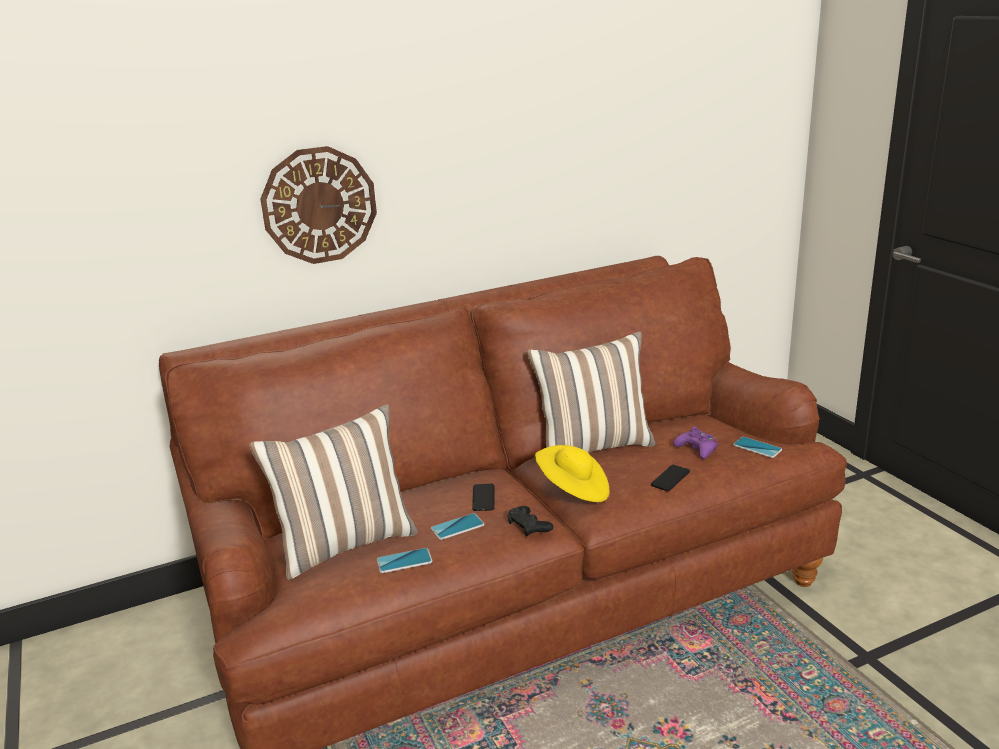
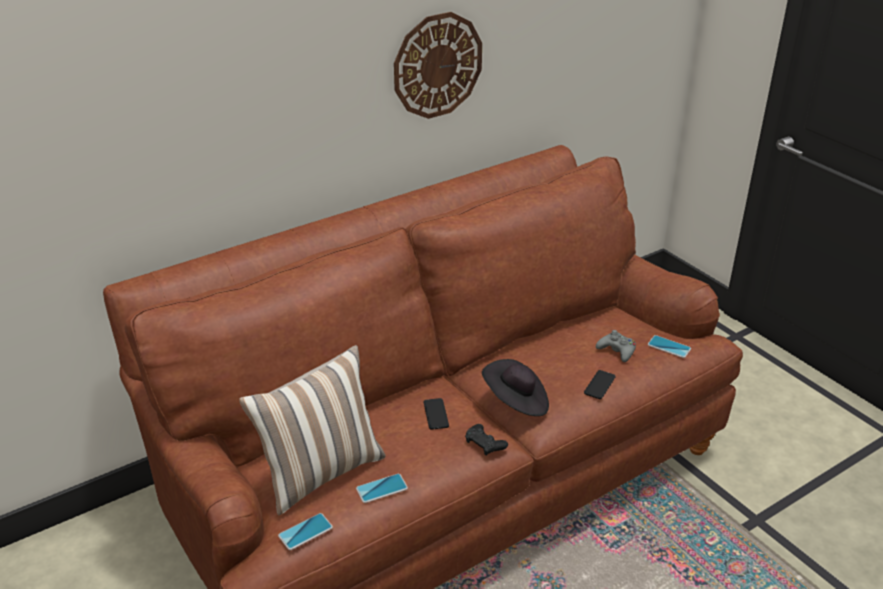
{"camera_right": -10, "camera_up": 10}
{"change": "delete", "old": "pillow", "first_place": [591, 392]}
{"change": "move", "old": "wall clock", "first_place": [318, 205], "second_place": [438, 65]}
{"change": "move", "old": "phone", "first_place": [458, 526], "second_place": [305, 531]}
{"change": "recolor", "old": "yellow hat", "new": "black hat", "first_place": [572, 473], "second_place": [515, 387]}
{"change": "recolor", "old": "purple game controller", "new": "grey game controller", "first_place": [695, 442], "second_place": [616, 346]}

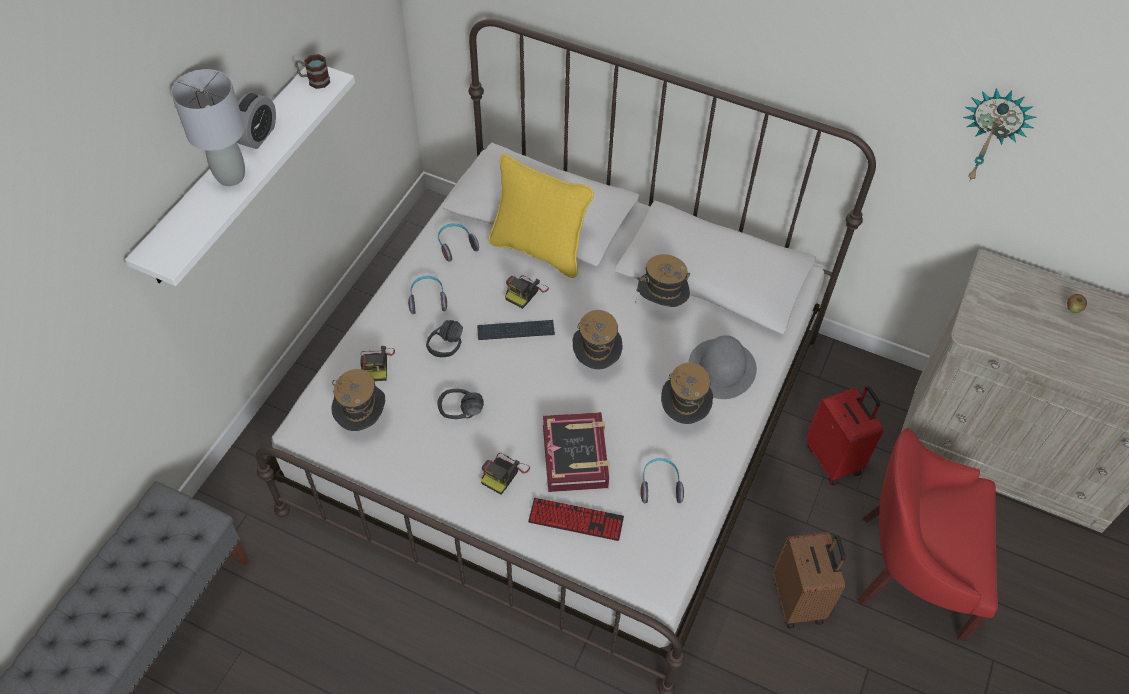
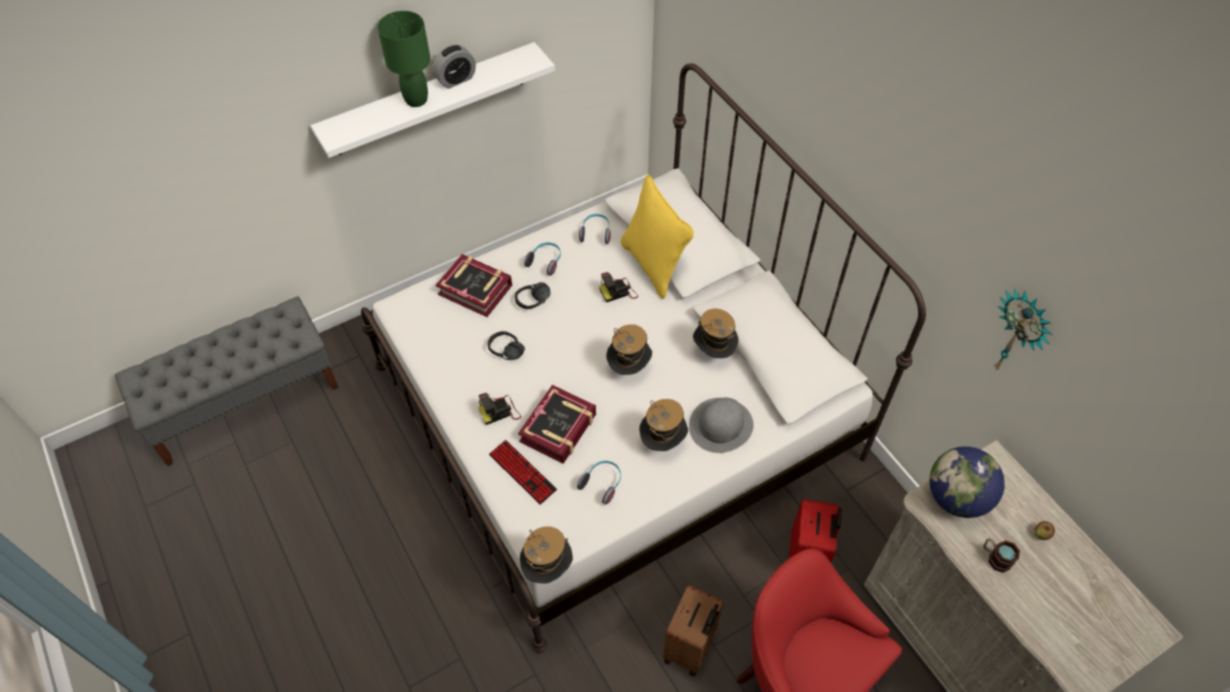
{"camera_right": 35, "camera_up": 0}
{"change": "delete", "old": "keyboard", "first_place": [516, 330]}
{"change": "insert", "new": "globe", "second_place": [967, 482]}
{"change": "move", "old": "mug", "first_place": [312, 71], "second_place": [1001, 555]}
{"change": "move", "old": "hat", "first_place": [358, 400], "second_place": [546, 555]}
{"change": "replace", "old": "photo camera", "new": "book", "first_place": [377, 363], "second_place": [474, 285]}
{"change": "recolor", "old": "grey table lamp", "new": "green table lamp", "first_place": [208, 127], "second_place": [404, 59]}

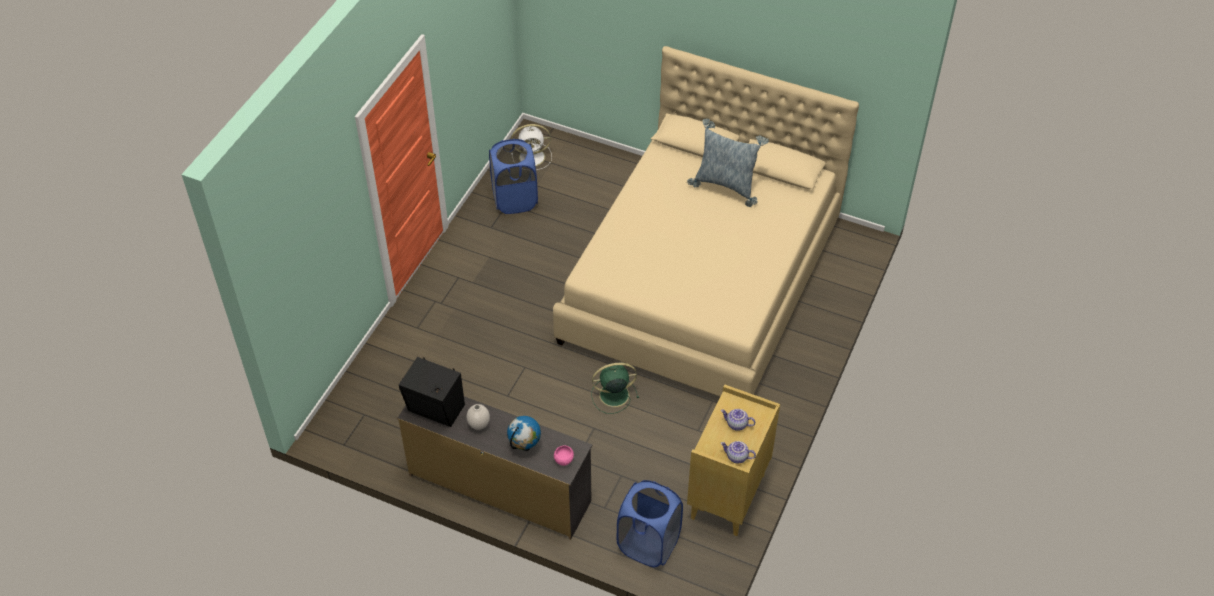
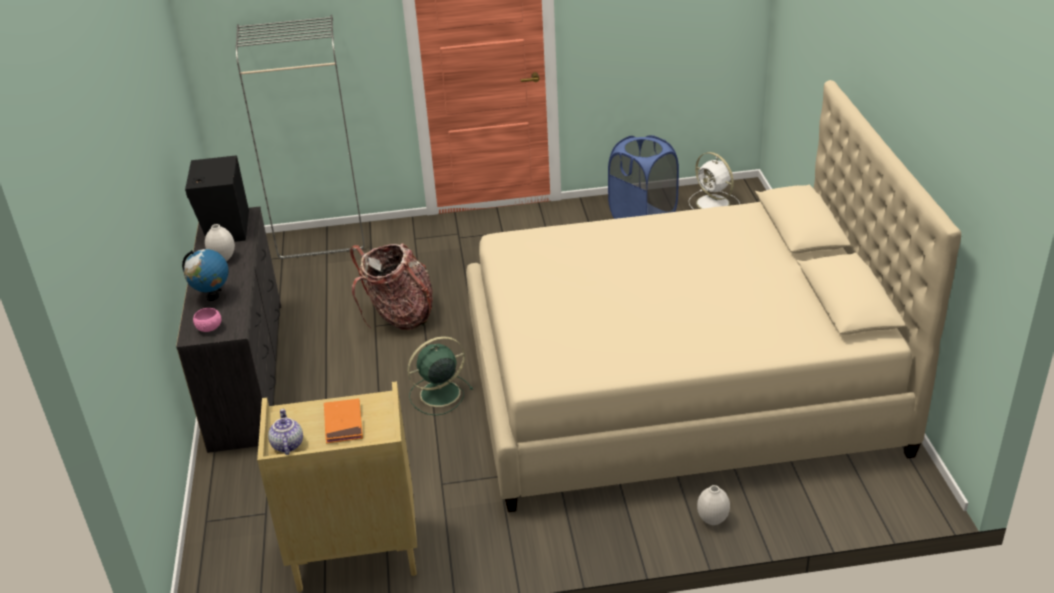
{"camera_right": 60, "camera_up": -15}
{"change": "delete", "old": "blue laundry basket", "first_place": [650, 523]}
{"change": "delete", "old": "pillow", "first_place": [728, 162]}
{"change": "insert", "new": "grey clothes rack", "second_place": [300, 137]}
{"change": "insert", "new": "backpack", "second_place": [391, 286]}
{"change": "insert", "new": "white vase", "second_place": [713, 505]}
{"change": "replace", "old": "teapot", "new": "orange book", "first_place": [738, 420], "second_place": [343, 420]}
{"change": "rotate", "old": "green fan", "first_place": [615, 388], "second_place": [440, 375], "degrees": -75}

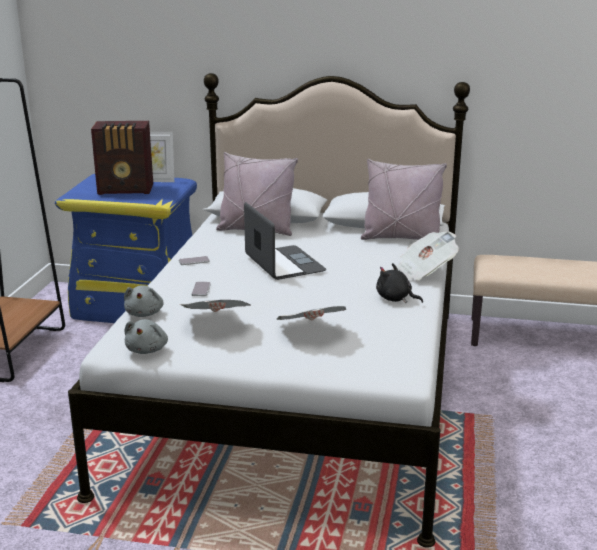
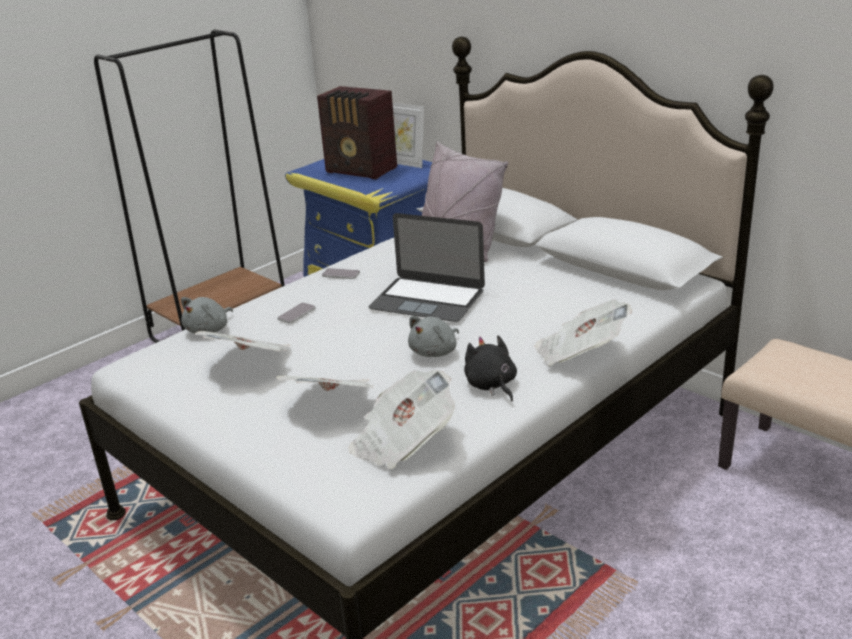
{"camera_right": 35, "camera_up": 5}
{"change": "delete", "old": "purple pillow", "first_place": [404, 199]}
{"change": "insert", "new": "newspaper", "second_place": [401, 419]}
{"change": "move", "old": "grey plush toy", "first_place": [146, 336], "second_place": [433, 336]}
{"change": "rotate", "old": "laptop", "first_place": [285, 241], "second_place": [427, 267], "degrees": 105}

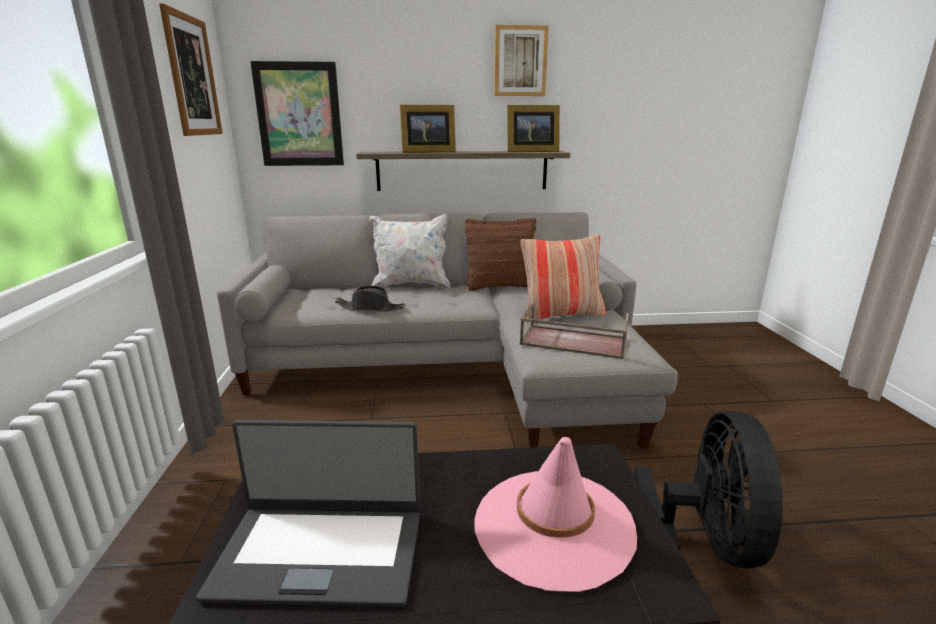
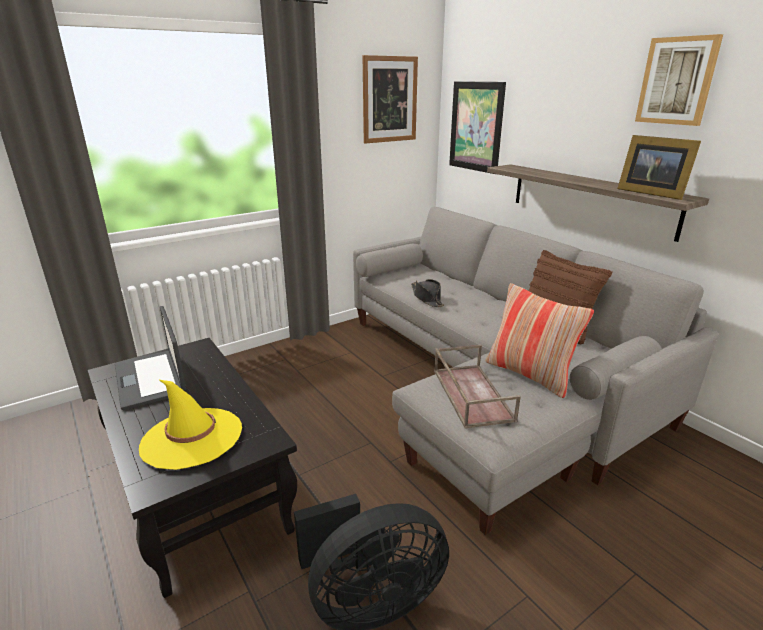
{"camera_right": 60, "camera_up": 5}
{"change": "delete", "old": "white pillow", "first_place": [409, 251]}
{"change": "delete", "old": "picture frame", "first_place": [428, 129]}
{"change": "recolor", "old": "pink hat", "new": "yellow hat", "first_place": [555, 514], "second_place": [190, 424]}

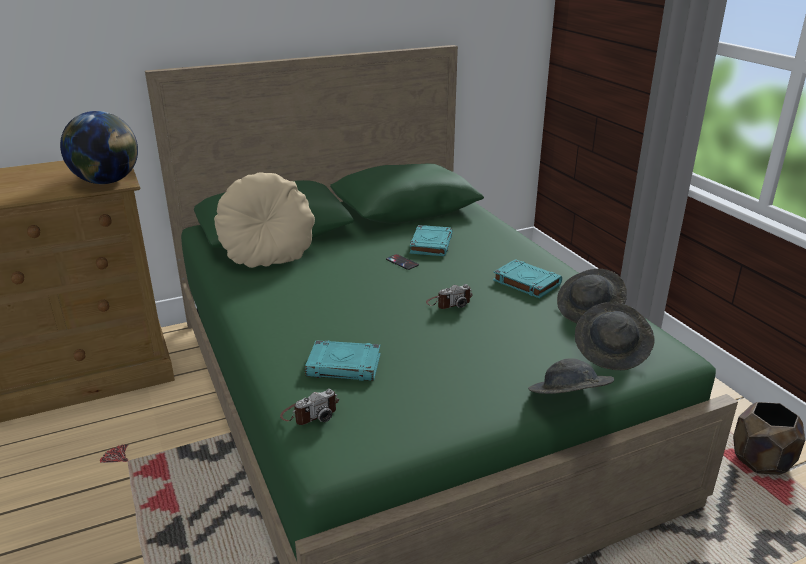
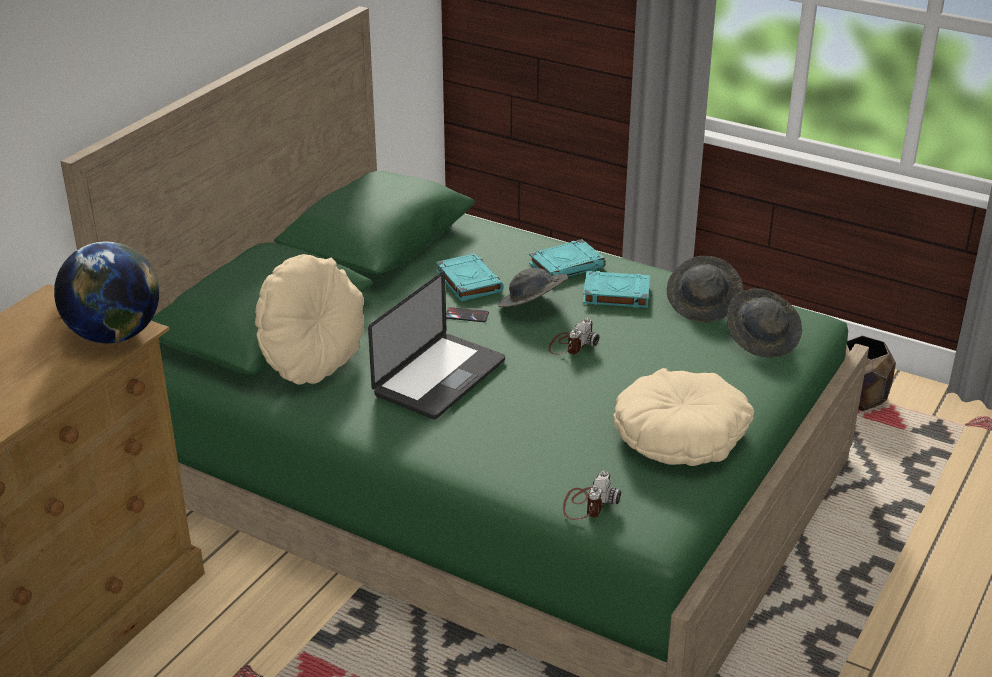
{"camera_right": -35, "camera_up": 5}
{"change": "insert", "new": "laptop", "second_place": [436, 345]}
{"change": "insert", "new": "beige pillow", "second_place": [683, 417]}
{"change": "move", "old": "turquoise book", "first_place": [343, 360], "second_place": [567, 258]}
{"change": "move", "old": "grey hat", "first_place": [571, 376], "second_place": [533, 288]}

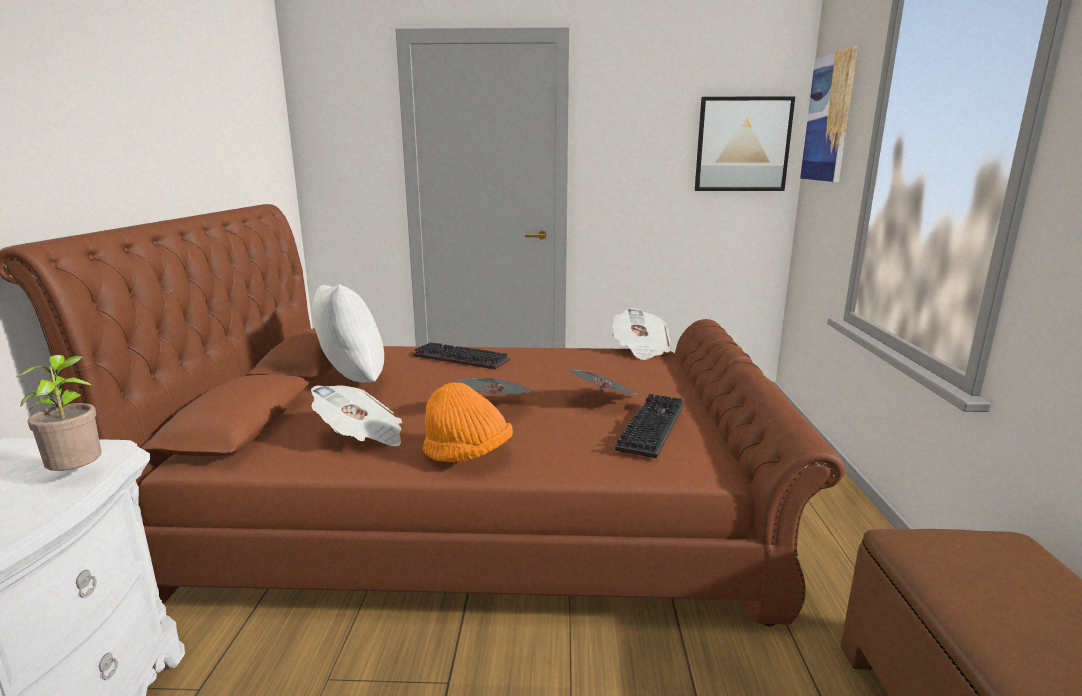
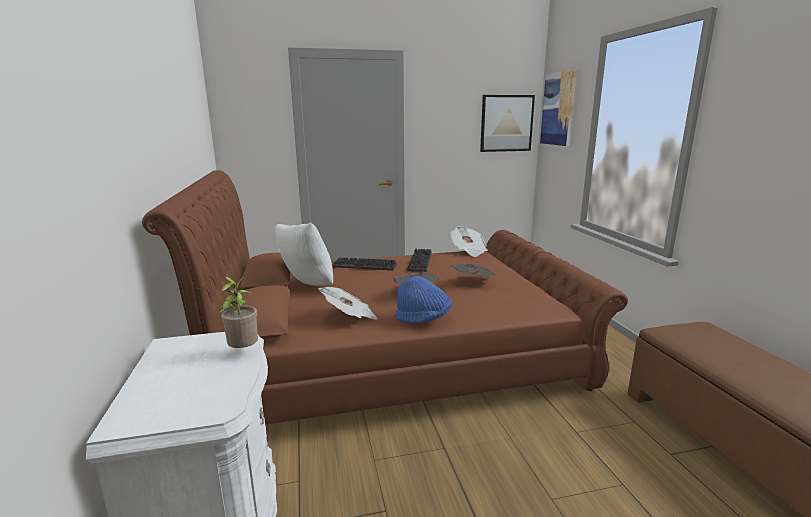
{"camera_right": -15, "camera_up": 0}
{"change": "move", "old": "keyboard", "first_place": [649, 426], "second_place": [419, 260]}
{"change": "recolor", "old": "orange hat", "new": "blue hat", "first_place": [468, 422], "second_place": [423, 300]}

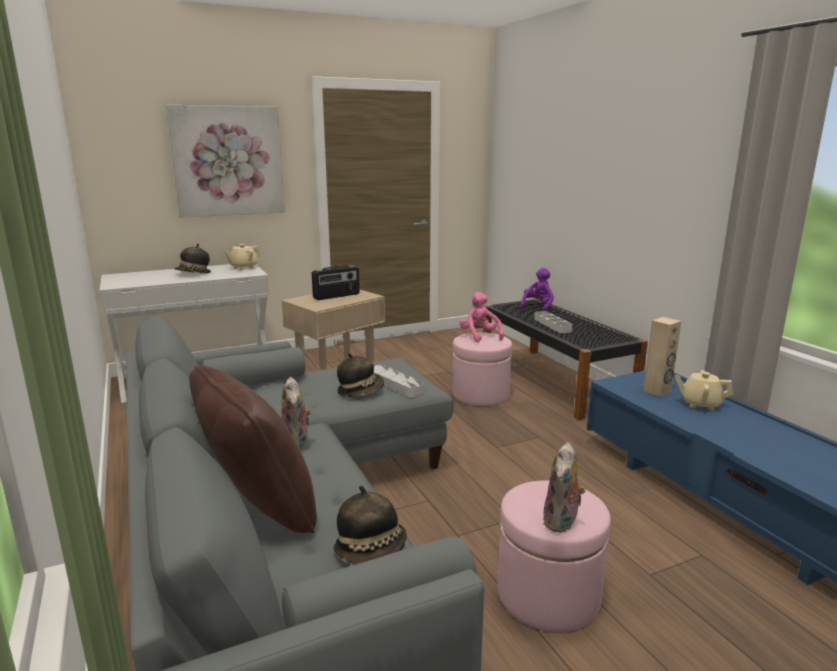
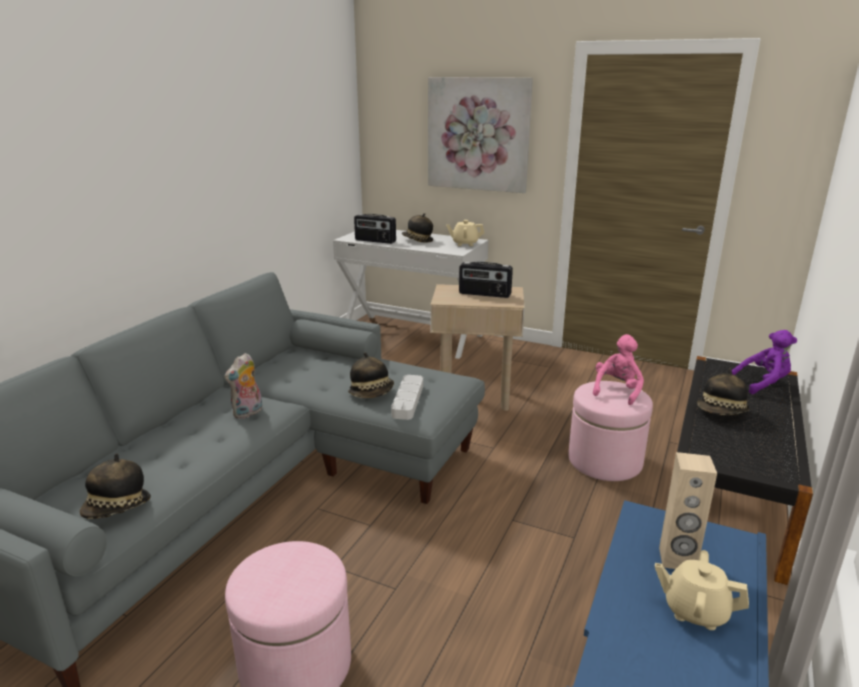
{"camera_right": 50, "camera_up": 5}
{"change": "delete", "old": "brown pillow", "first_place": [253, 449]}
{"change": "delete", "old": "plush toy", "first_place": [564, 487]}
{"change": "insert", "new": "radio", "second_place": [375, 229]}
{"change": "replace", "old": "grey tray", "new": "hat", "first_place": [553, 322], "second_place": [723, 392]}
{"change": "rotate", "old": "beige teapot", "first_place": [704, 390], "second_place": [702, 590], "degrees": -45}

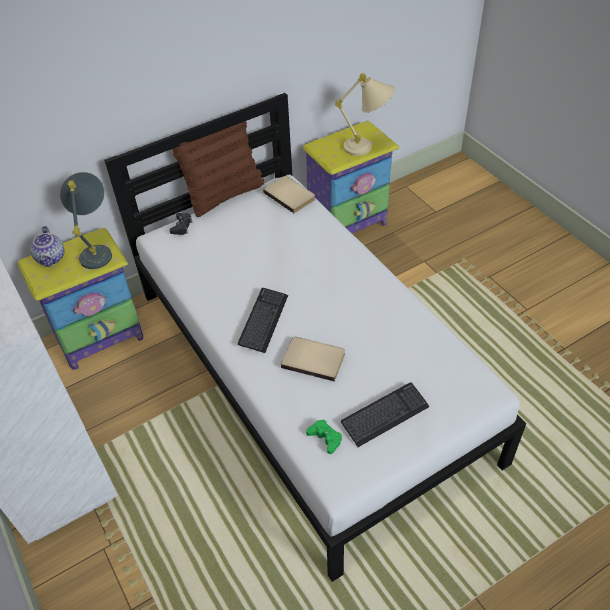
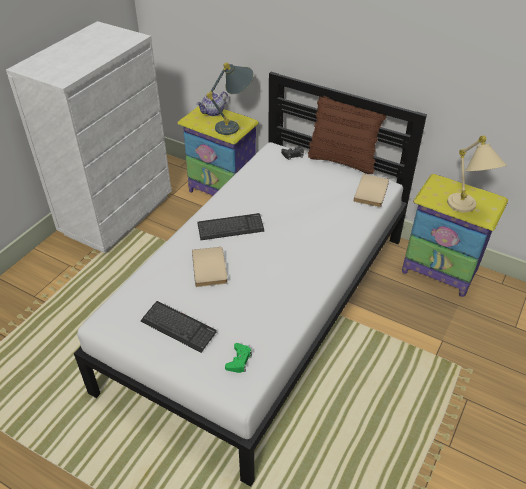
{"camera_right": 60, "camera_up": -5}
{"change": "move", "old": "green game controller", "first_place": [324, 436], "second_place": [238, 358]}

